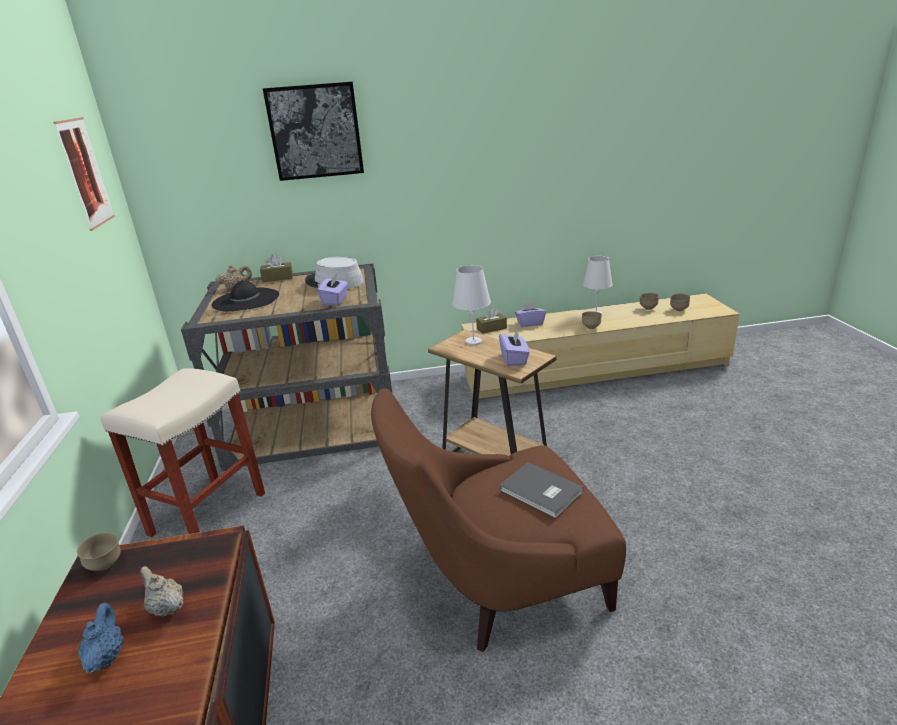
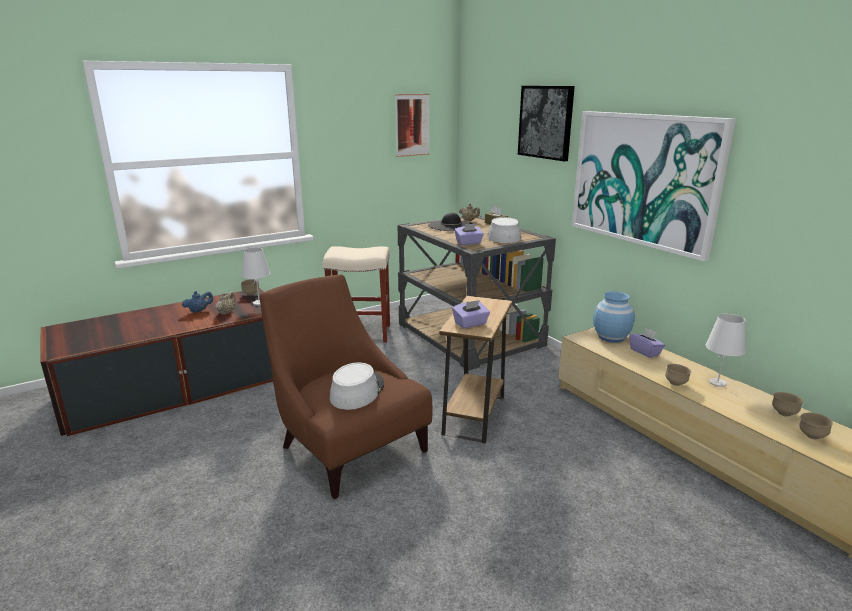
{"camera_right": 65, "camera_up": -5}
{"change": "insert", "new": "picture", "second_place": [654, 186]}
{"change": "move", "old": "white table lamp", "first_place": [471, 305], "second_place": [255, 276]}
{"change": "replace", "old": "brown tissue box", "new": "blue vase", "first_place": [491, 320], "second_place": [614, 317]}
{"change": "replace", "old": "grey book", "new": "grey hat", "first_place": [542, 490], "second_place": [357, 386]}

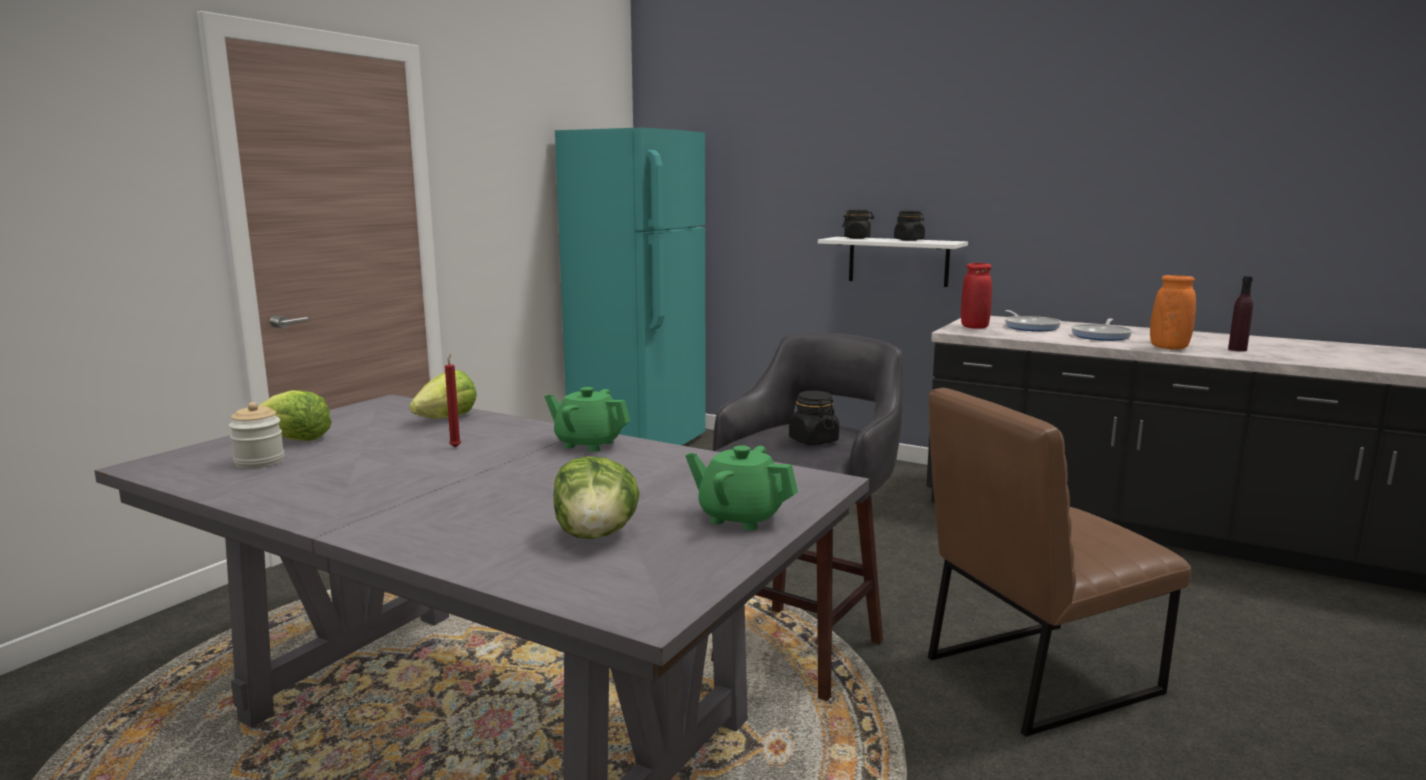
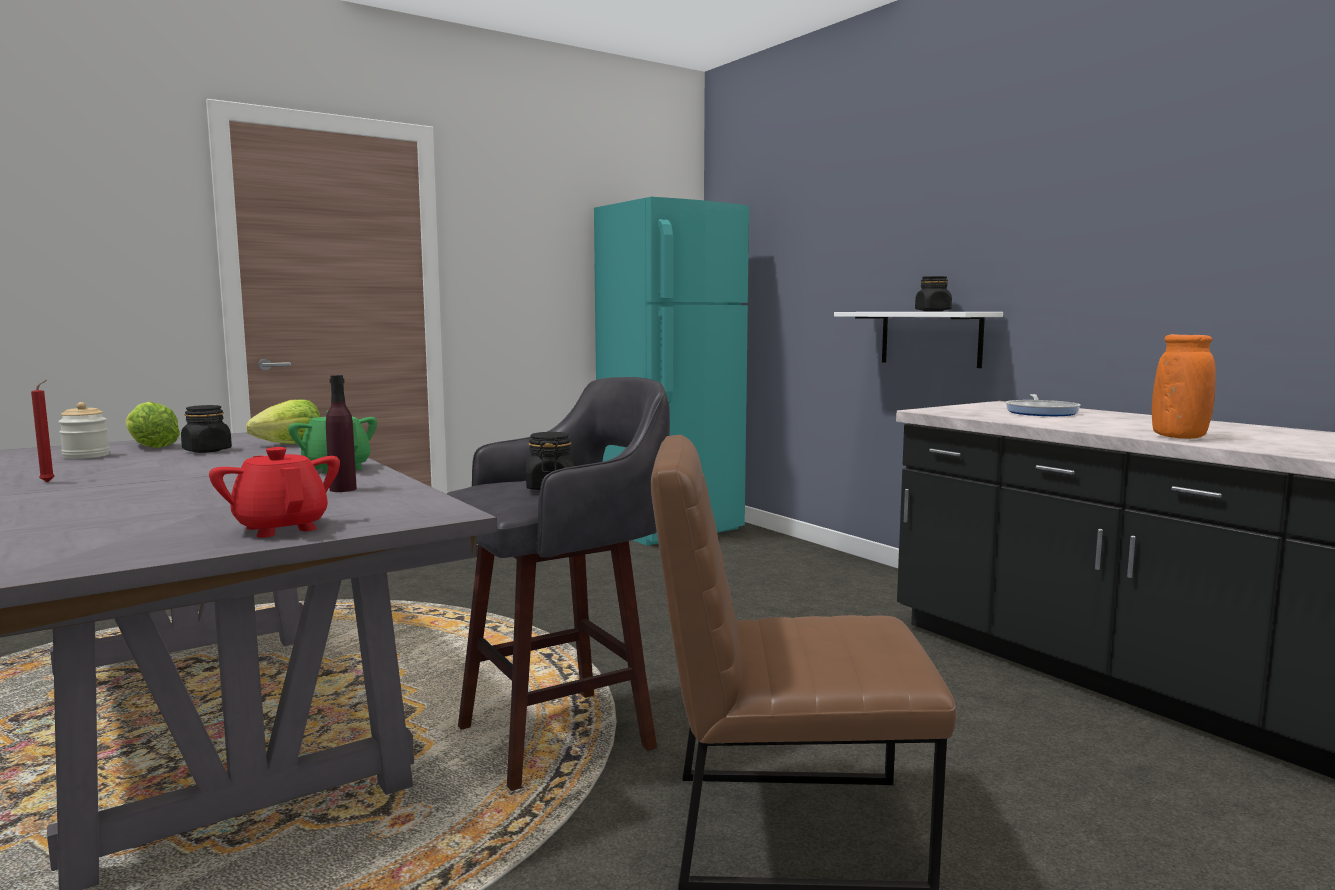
{"camera_right": 25, "camera_up": -5}
{"change": "delete", "old": "lettuce", "first_place": [597, 497]}
{"change": "delete", "old": "red vase", "first_place": [976, 296]}
{"change": "delete", "old": "frying pan", "first_place": [1102, 330]}
{"change": "move", "old": "red candle", "first_place": [453, 401], "second_place": [43, 431]}
{"change": "move", "old": "black jar", "first_place": [858, 224], "second_place": [206, 429]}
{"change": "move", "old": "purple bottle", "first_place": [1240, 314], "second_place": [341, 433]}
{"change": "recolor", "old": "green teapot", "new": "red teapot", "first_place": [741, 487], "second_place": [274, 492]}

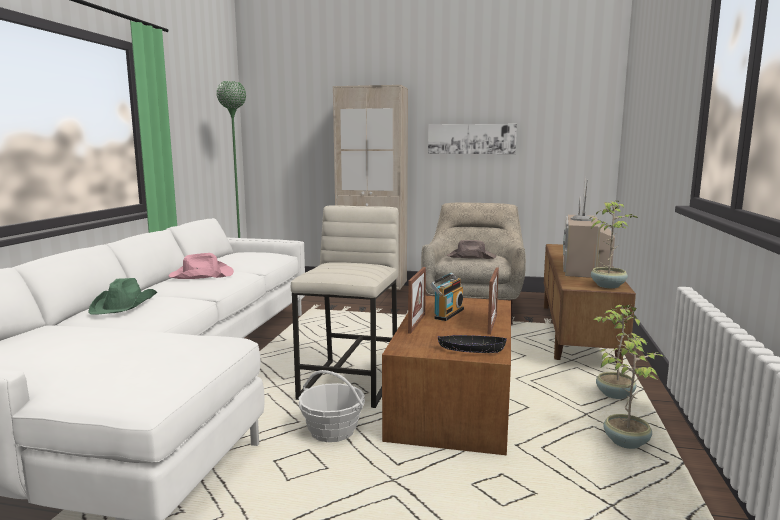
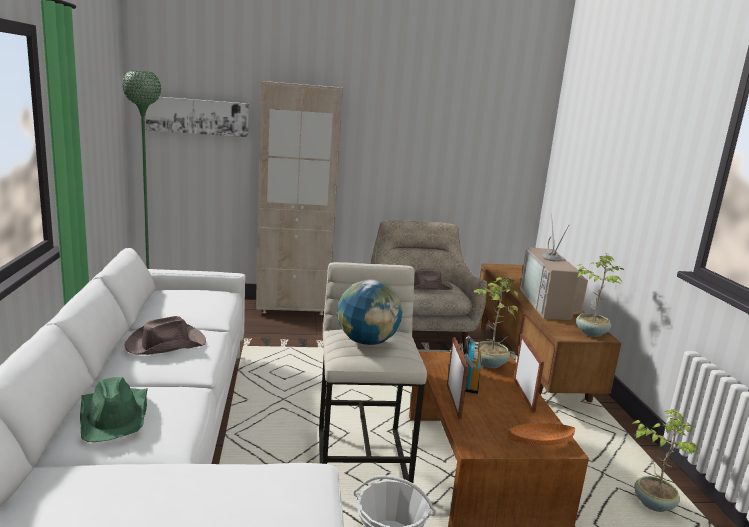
{"camera_right": -20, "camera_up": 5}
{"change": "insert", "new": "globe", "second_place": [370, 312]}
{"change": "move", "old": "picture", "first_place": [472, 139], "second_place": [197, 117]}
{"change": "move", "old": "potted plant", "first_place": [616, 352], "second_place": [496, 322]}
{"change": "recolor", "old": "pink hat", "new": "brown hat", "first_place": [201, 266], "second_place": [165, 335]}
{"change": "recolor", "old": "black bowl", "new": "orange bowl", "first_place": [472, 344], "second_place": [541, 434]}

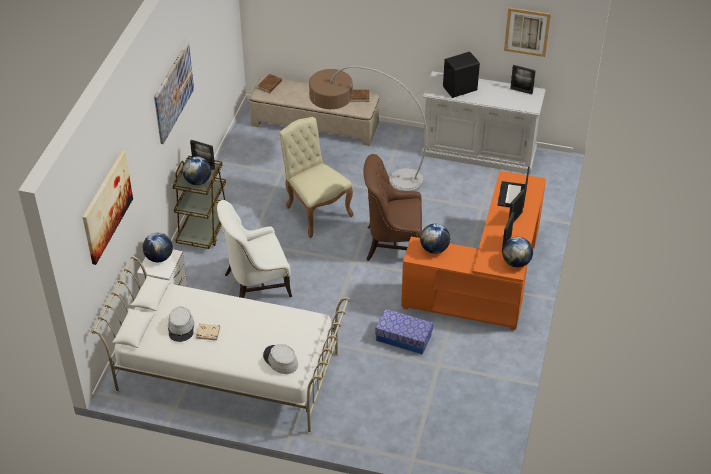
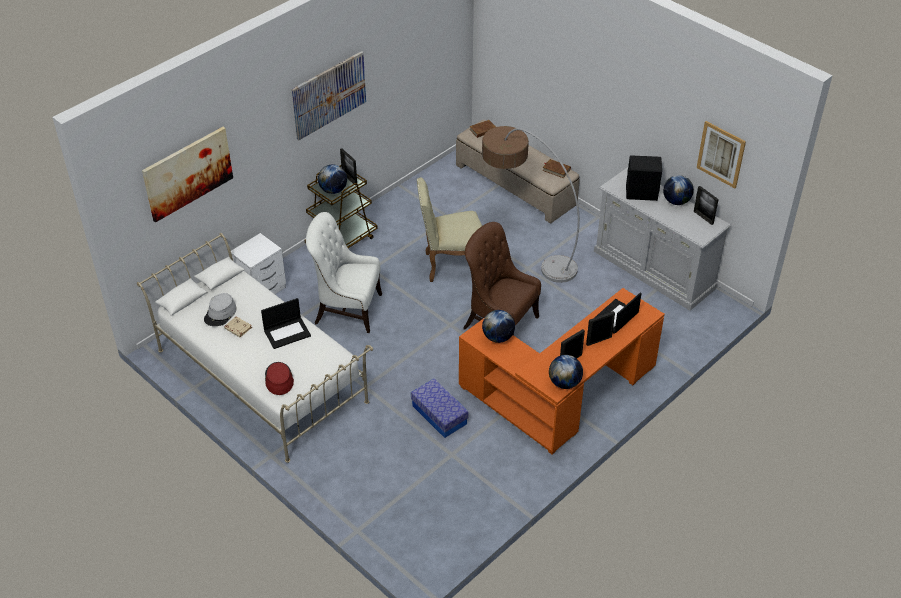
{"camera_right": 30, "camera_up": 0}
{"change": "insert", "new": "laptop", "second_place": [286, 323]}
{"change": "move", "old": "globe", "first_place": [158, 247], "second_place": [678, 190]}
{"change": "recolor", "old": "grey hat", "new": "red hat", "first_place": [280, 359], "second_place": [279, 378]}
{"change": "rotate", "old": "beige chair", "first_place": [316, 177], "second_place": [449, 229], "degrees": -90}

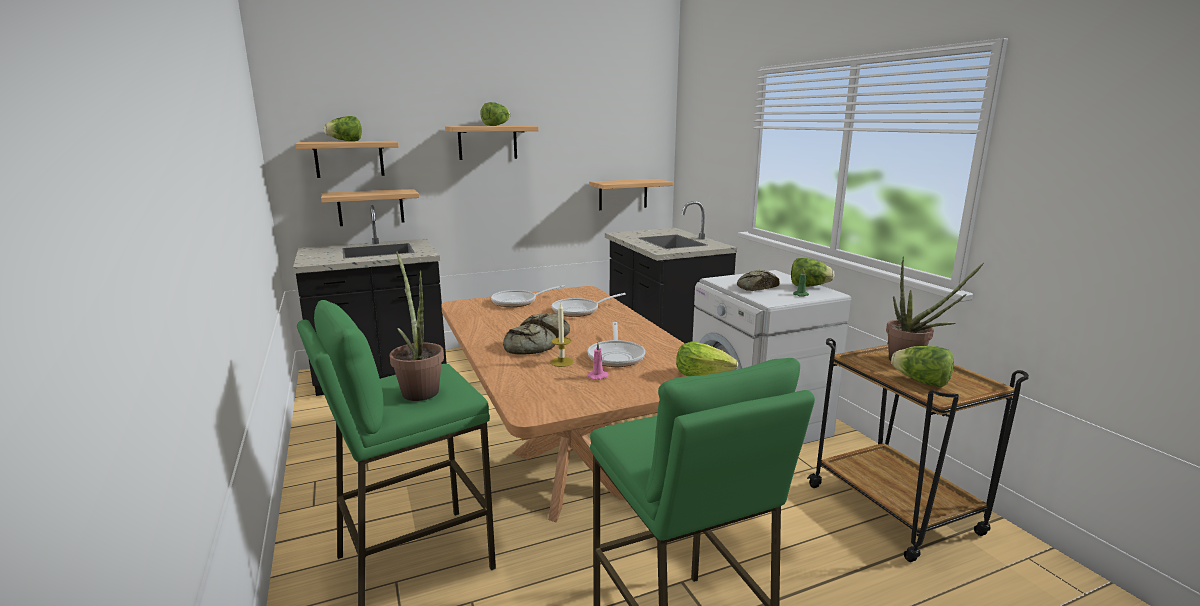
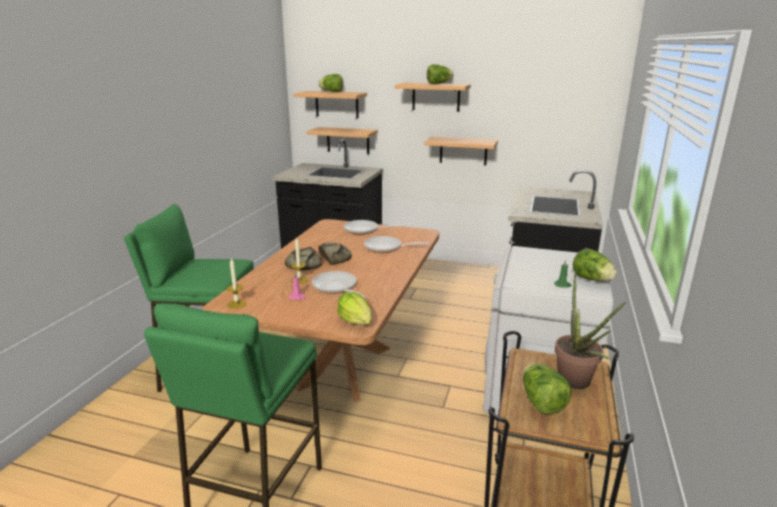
{"camera_right": 40, "camera_up": 5}
{"change": "delete", "old": "potted plant", "first_place": [416, 326]}
{"change": "delete", "old": "bread", "first_place": [758, 280]}
{"change": "insert", "new": "candle", "second_place": [237, 283]}
{"change": "move", "old": "shelf", "first_place": [631, 194], "second_place": [461, 151]}
{"change": "rotate", "old": "frying pan", "first_place": [616, 344], "second_place": [338, 284], "degrees": 105}

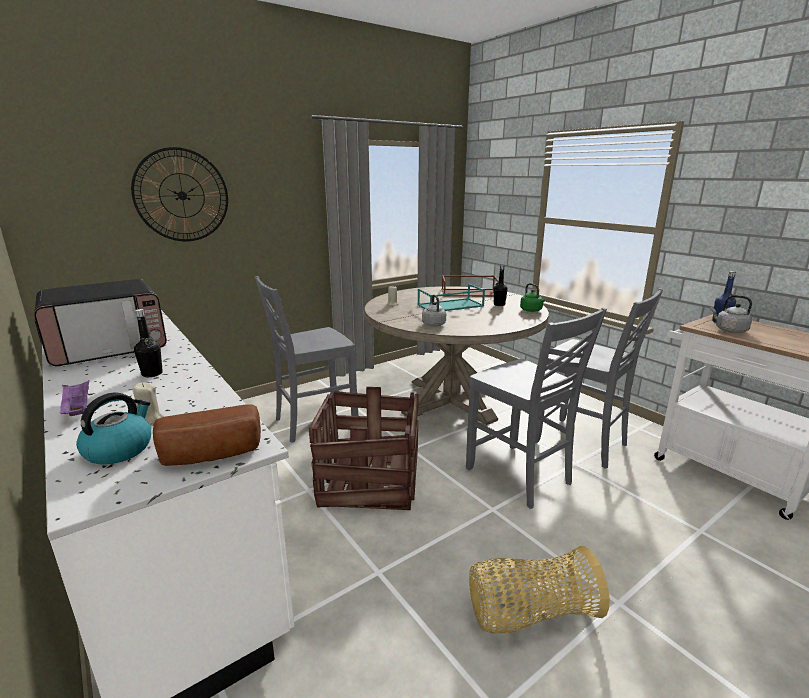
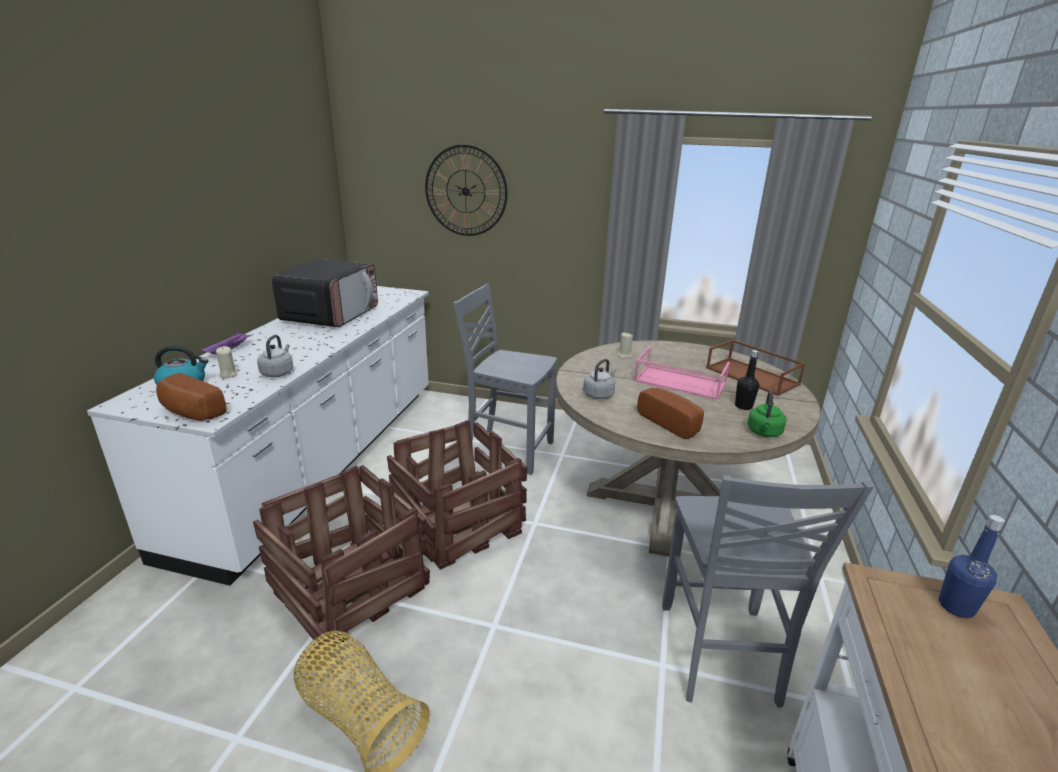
{"camera_right": 50, "camera_up": 5}
{"change": "delete", "old": "black bottle", "first_place": [148, 343]}
{"change": "delete", "old": "grey chair", "first_place": [536, 408]}
{"change": "insert", "new": "crate", "second_place": [341, 556]}
{"change": "insert", "new": "bread", "second_place": [670, 413]}
{"change": "move", "old": "grey kettle", "first_place": [731, 314], "second_place": [275, 356]}
{"change": "recolor", "old": "turquoise tray", "new": "pink tray", "first_place": [451, 297], "second_place": [682, 373]}
{"change": "rotate", "old": "microwave", "first_place": [100, 322], "second_place": [325, 293], "degrees": -90}

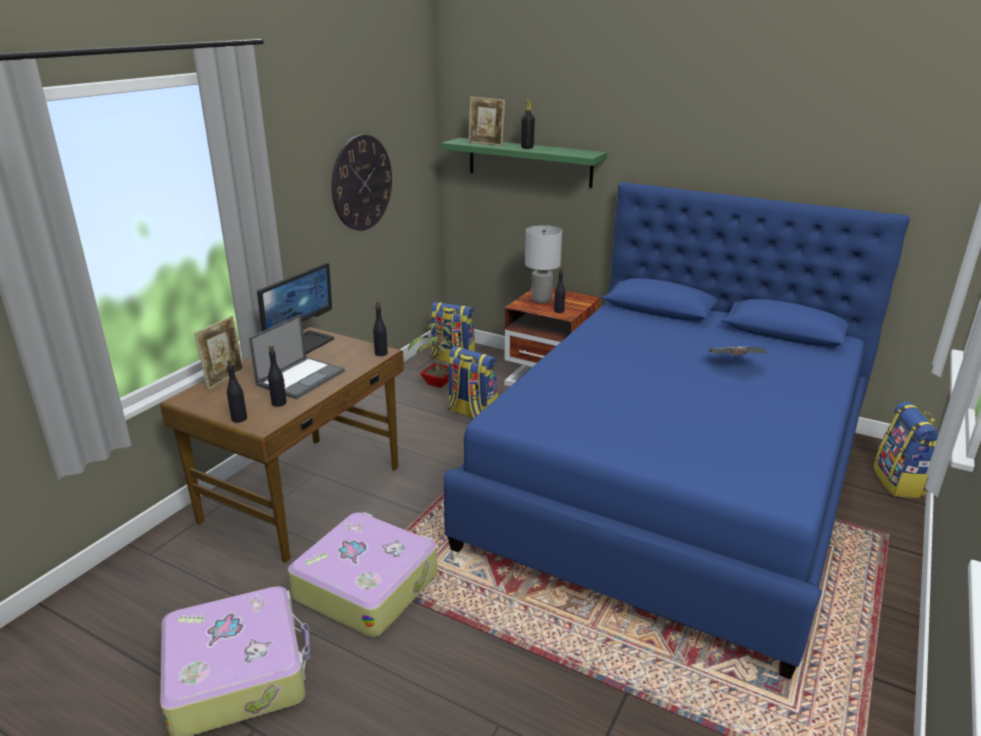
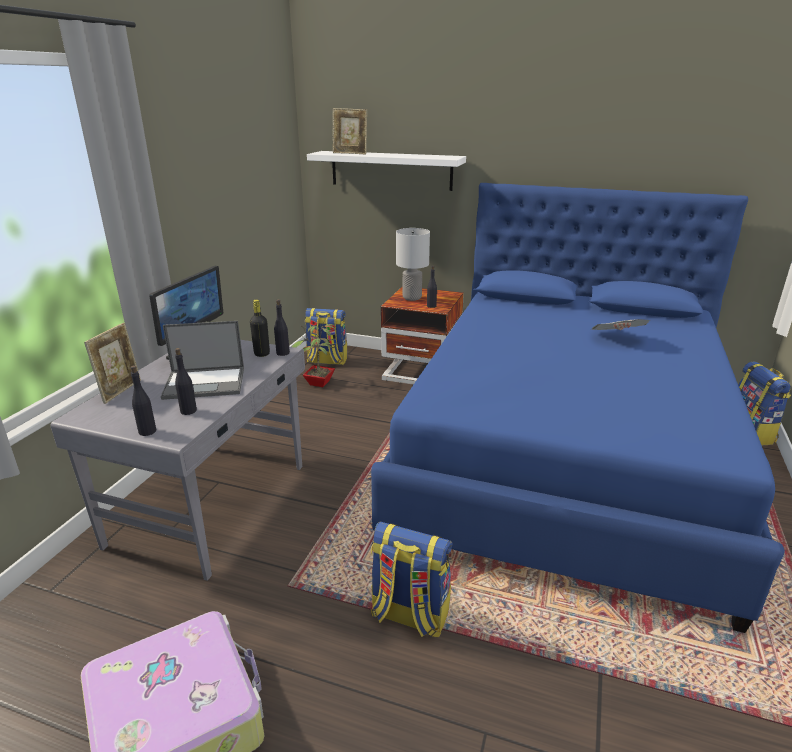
{"camera_right": -10, "camera_up": 0}
{"change": "delete", "old": "suitcase", "first_place": [362, 574]}
{"change": "delete", "old": "wall clock", "first_place": [361, 183]}
{"change": "move", "old": "backpack", "first_place": [473, 382], "second_place": [411, 579]}
{"change": "move", "old": "black bottle", "first_place": [528, 124], "second_place": [260, 328]}
{"change": "recolor", "old": "brown desk", "new": "grey desk", "first_place": [282, 445], "second_place": [177, 460]}
{"change": "recolor", "old": "green shelf", "new": "white shelf", "first_place": [524, 163], "second_place": [386, 171]}
{"change": "rotate", "old": "laptop", "first_place": [297, 356], "second_place": [202, 360], "degrees": 60}

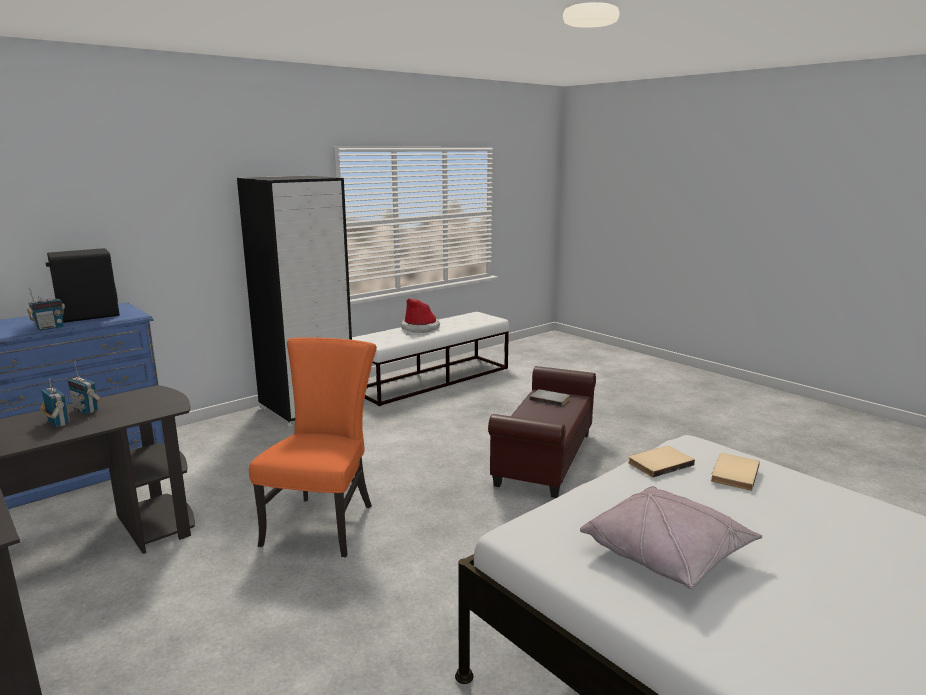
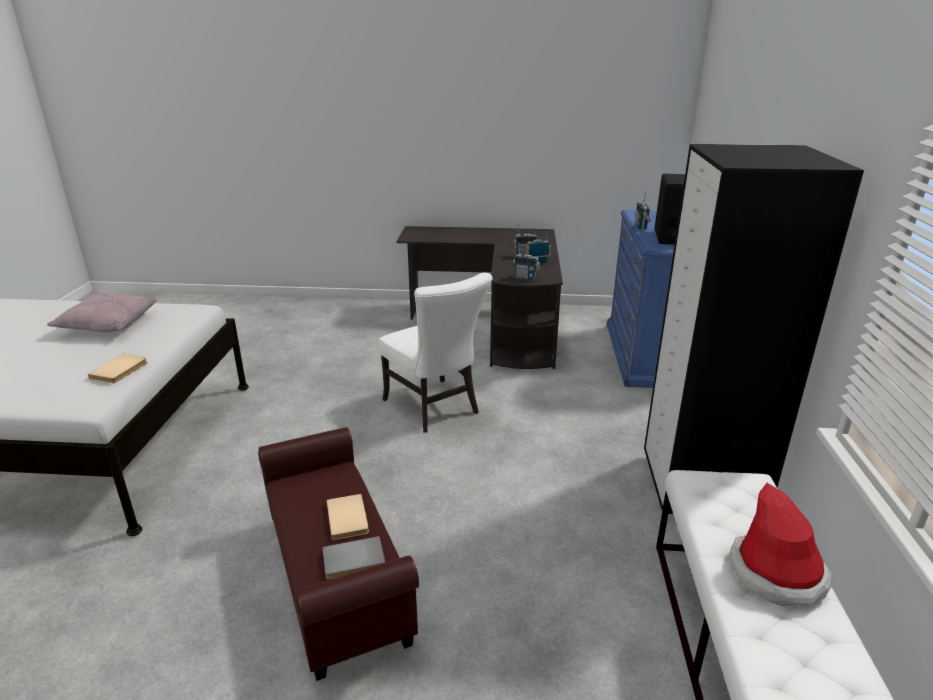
{"camera_right": 135, "camera_up": 10}
{"change": "insert", "new": "radio", "second_place": [526, 262]}
{"change": "move", "old": "beige book", "first_place": [735, 472], "second_place": [348, 517]}
{"change": "recolor", "old": "orange chair", "new": "white chair", "first_place": [313, 447], "second_place": [435, 352]}

